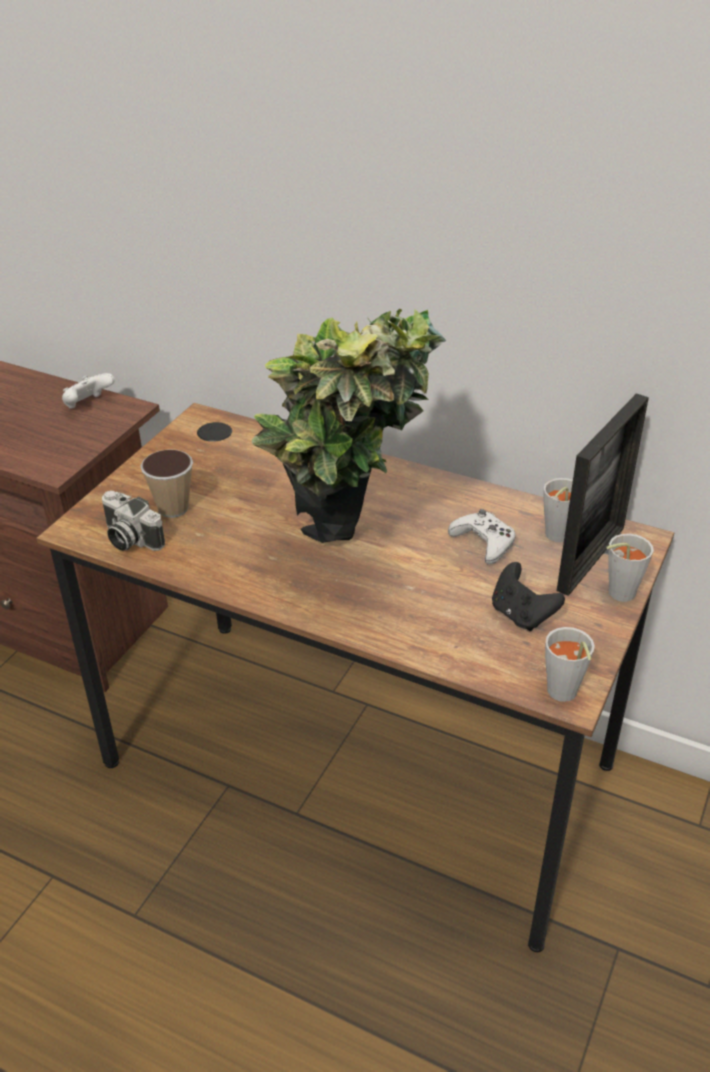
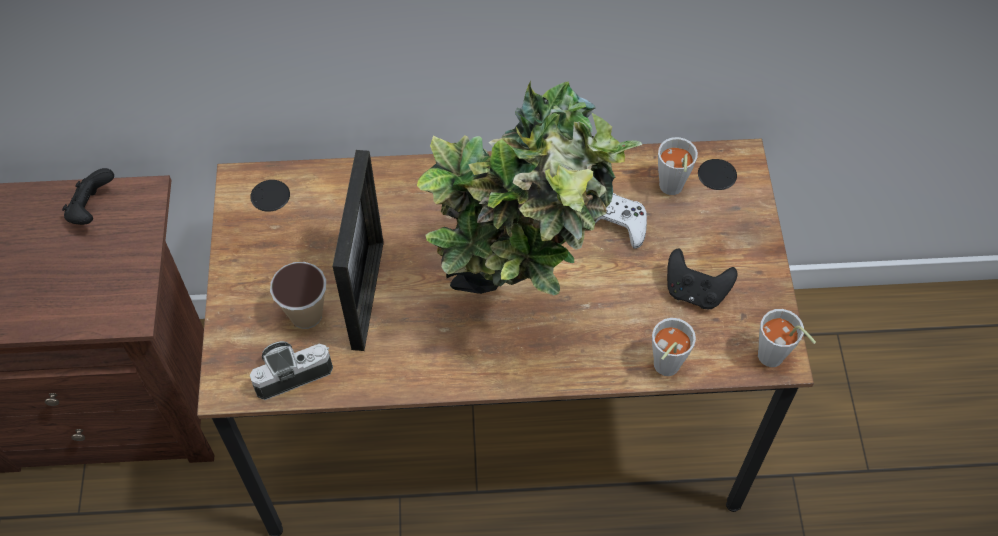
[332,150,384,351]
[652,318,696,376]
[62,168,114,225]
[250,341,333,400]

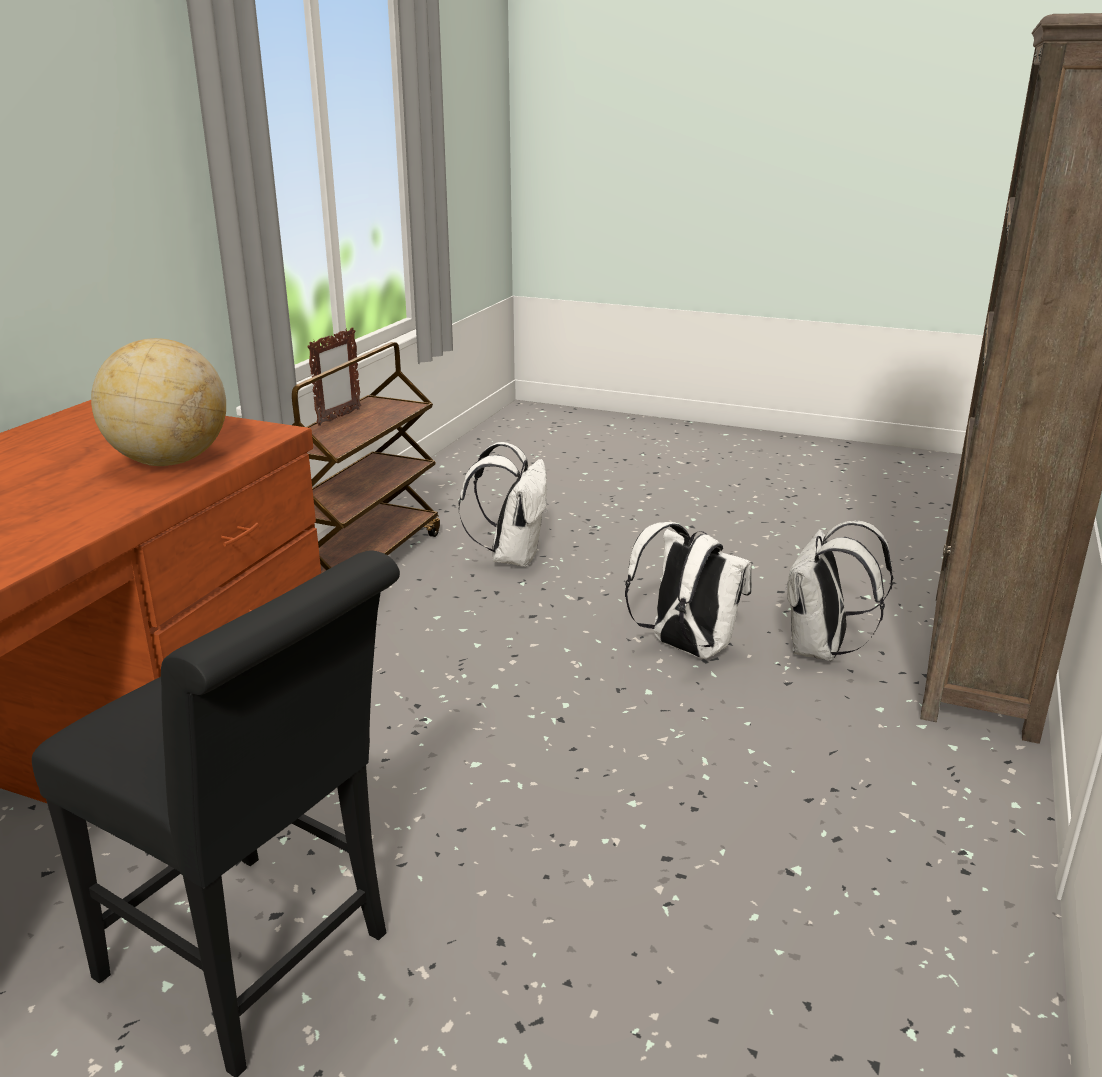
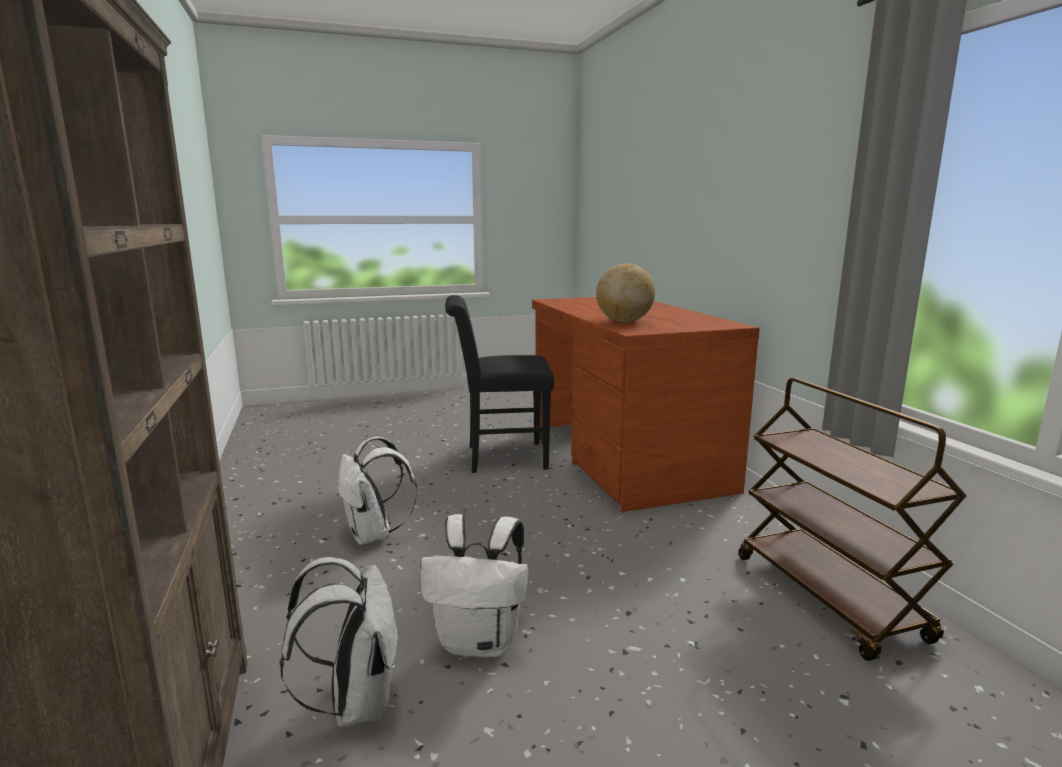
[307,327,361,426] (first image)
[338,437,417,545]

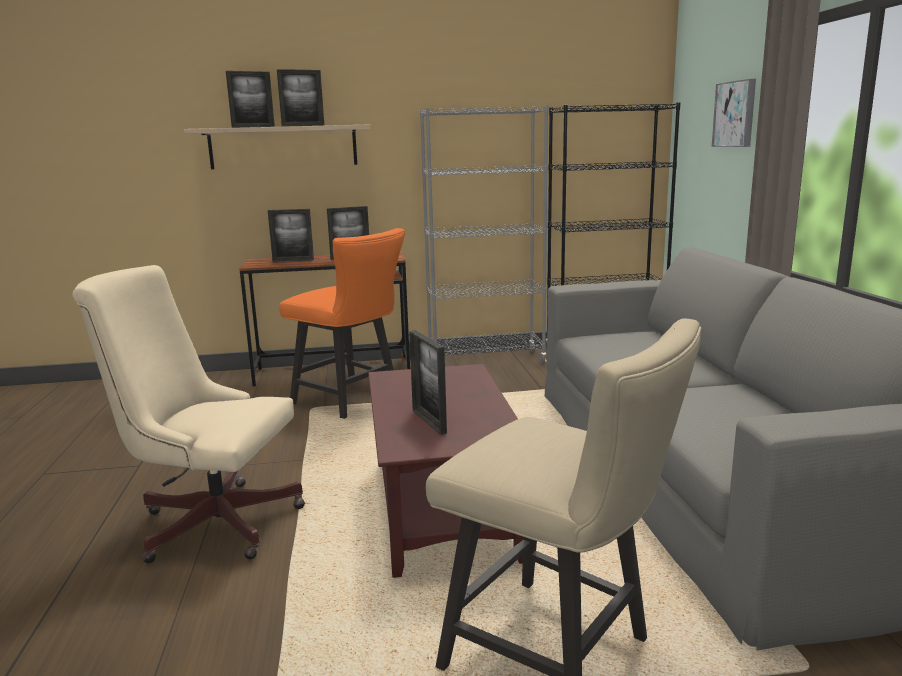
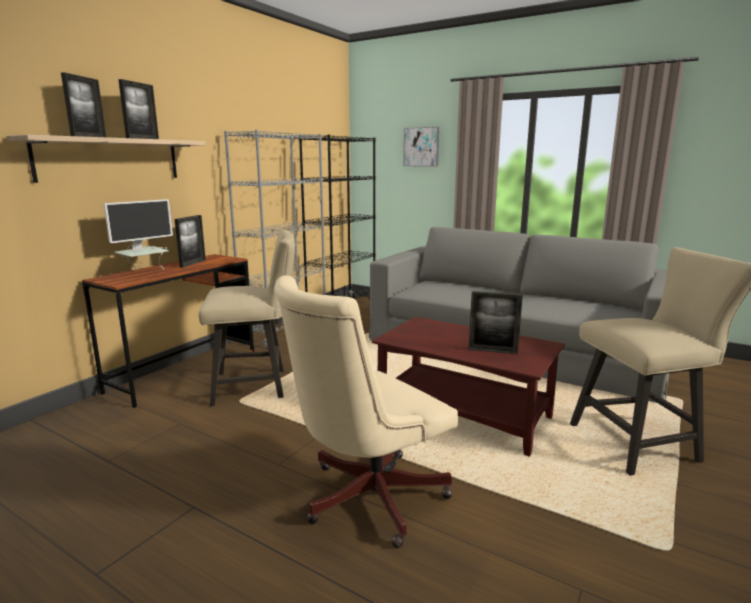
[104,199,173,270]
[199,230,295,406]

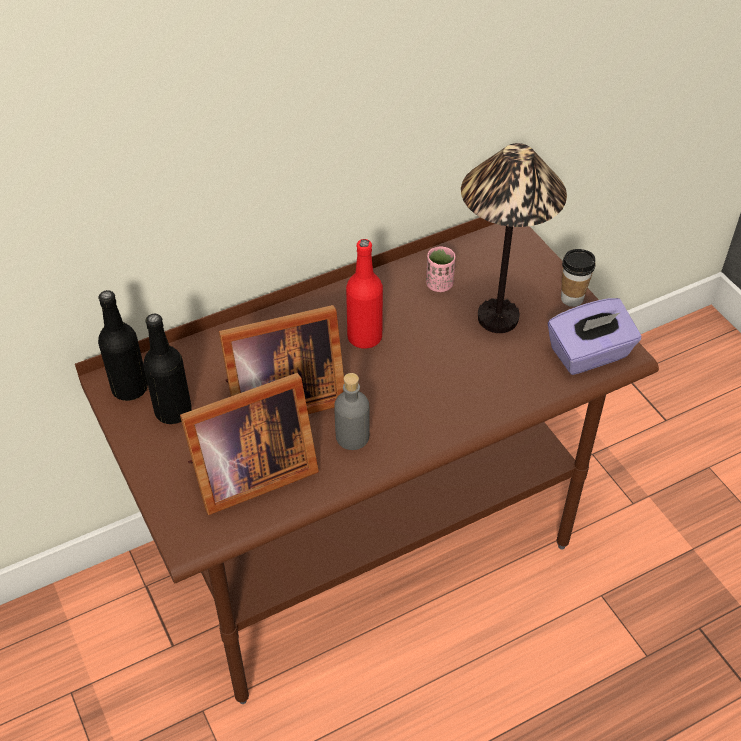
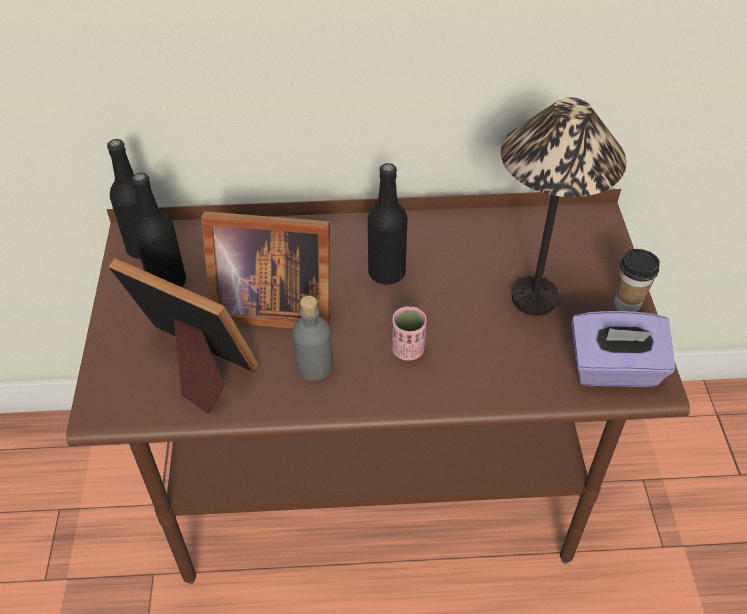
[392,307,427,361]
[368,163,408,285]
[108,258,259,414]

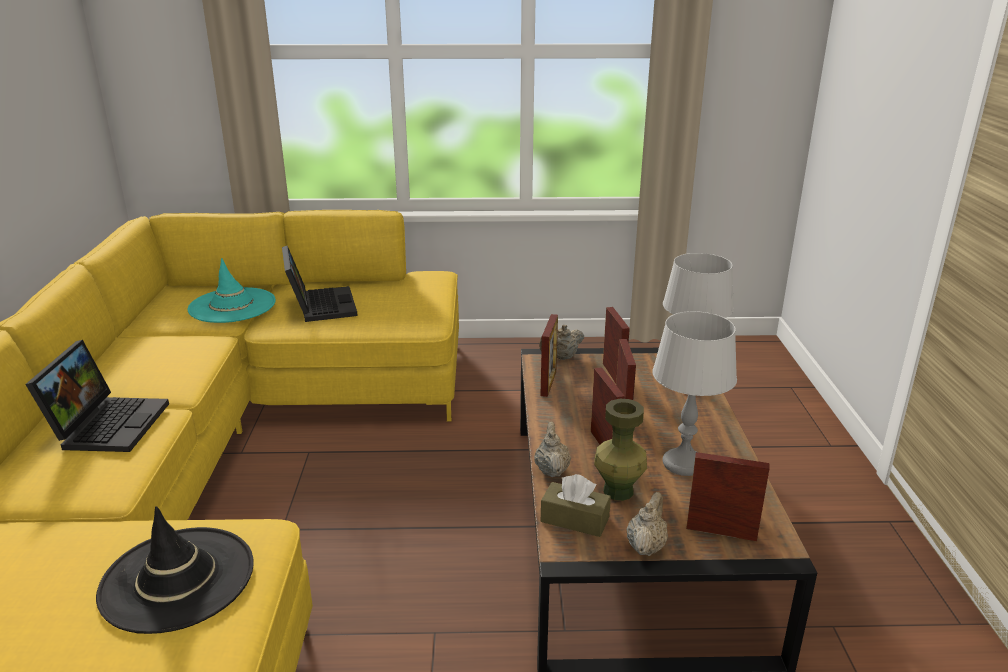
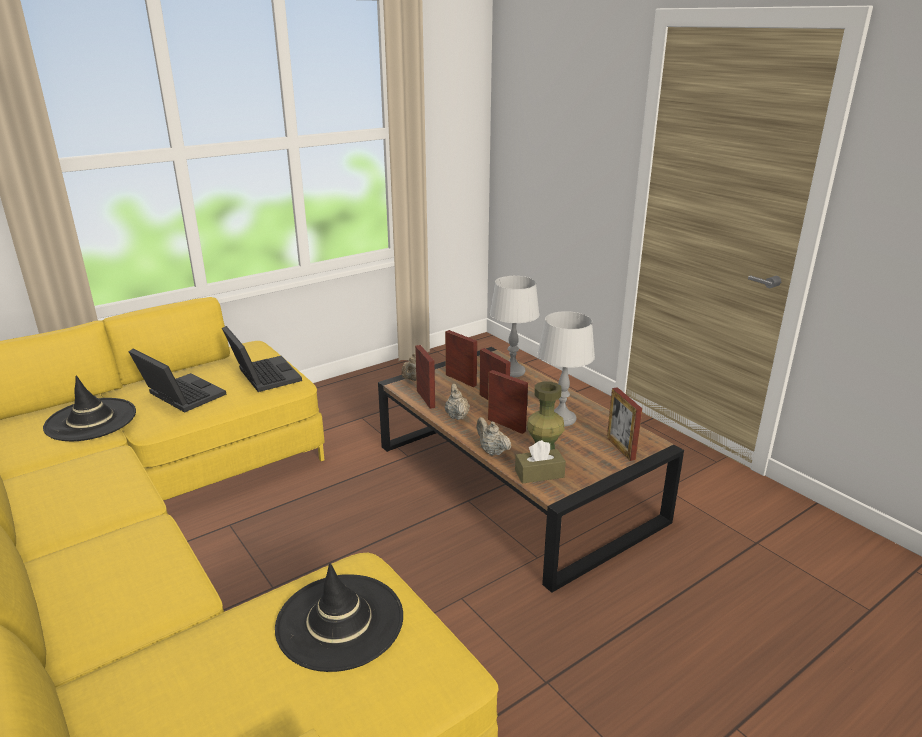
[222,326,302,392]
[445,383,470,420]
[43,375,136,441]
[607,387,642,461]

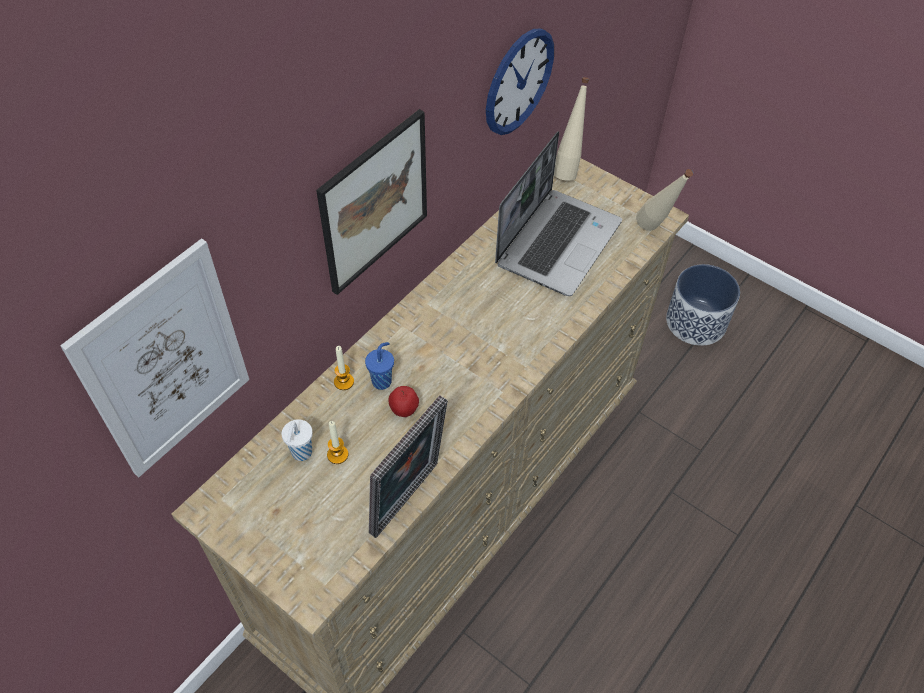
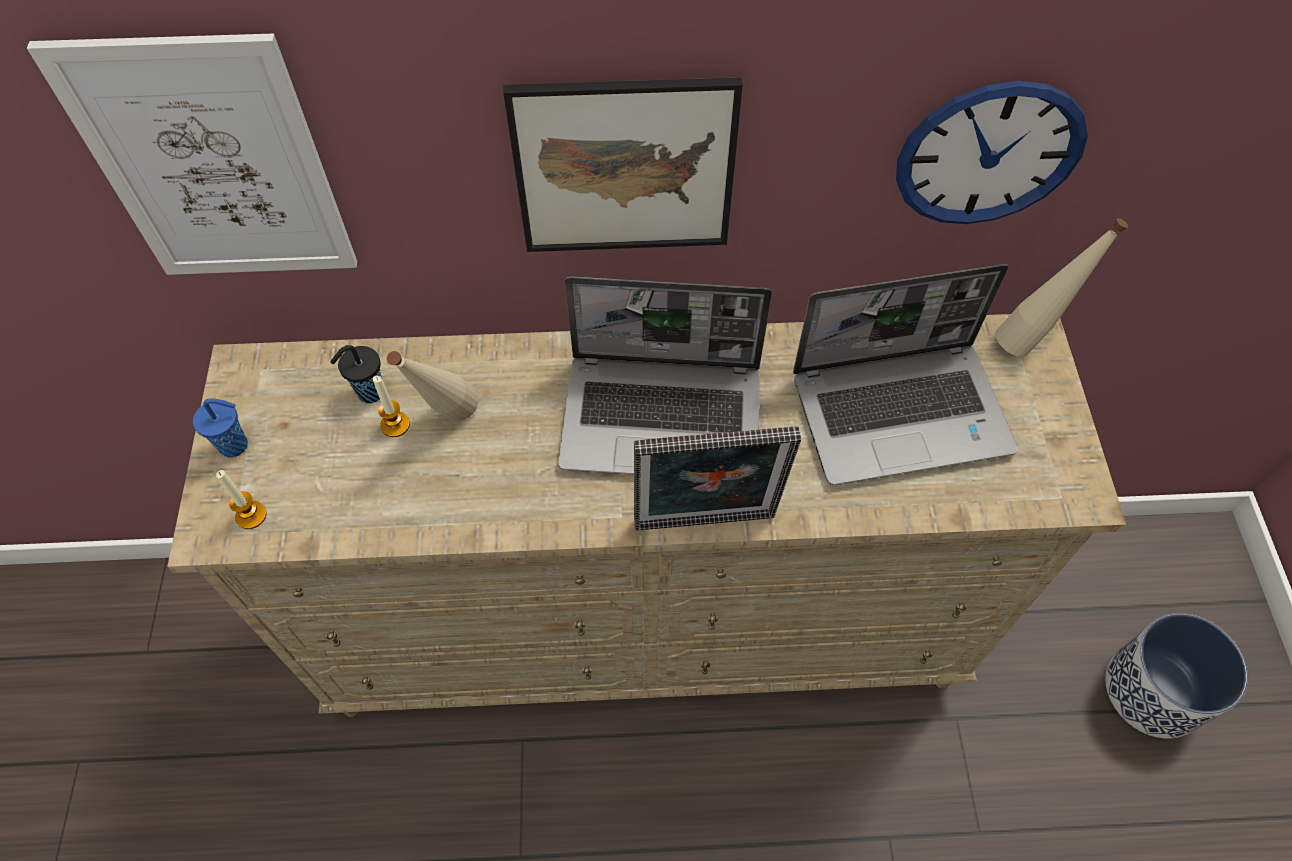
[389,386,419,417] (first image)
[558,277,772,474]
[216,470,267,529]
[193,398,248,458]
[634,427,801,531]
[387,351,478,421]
[330,345,382,403]

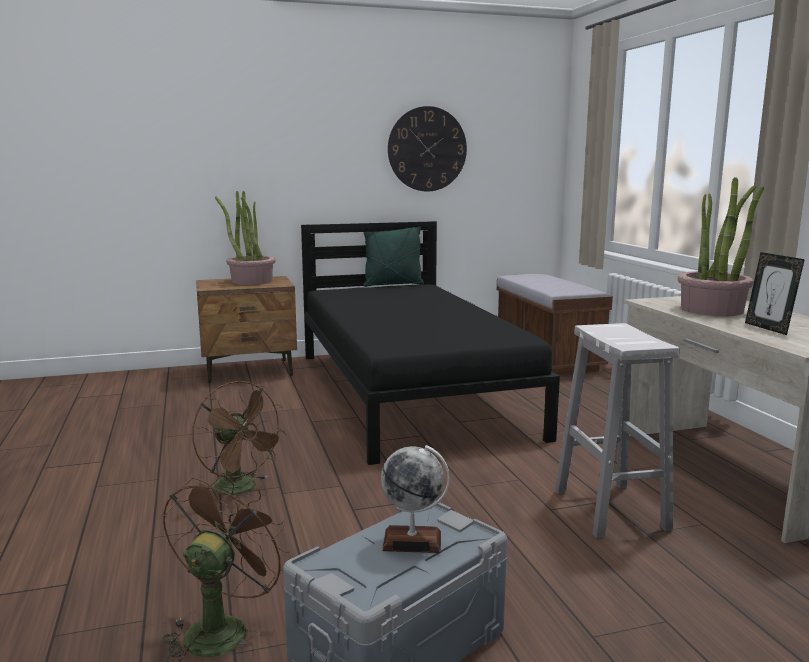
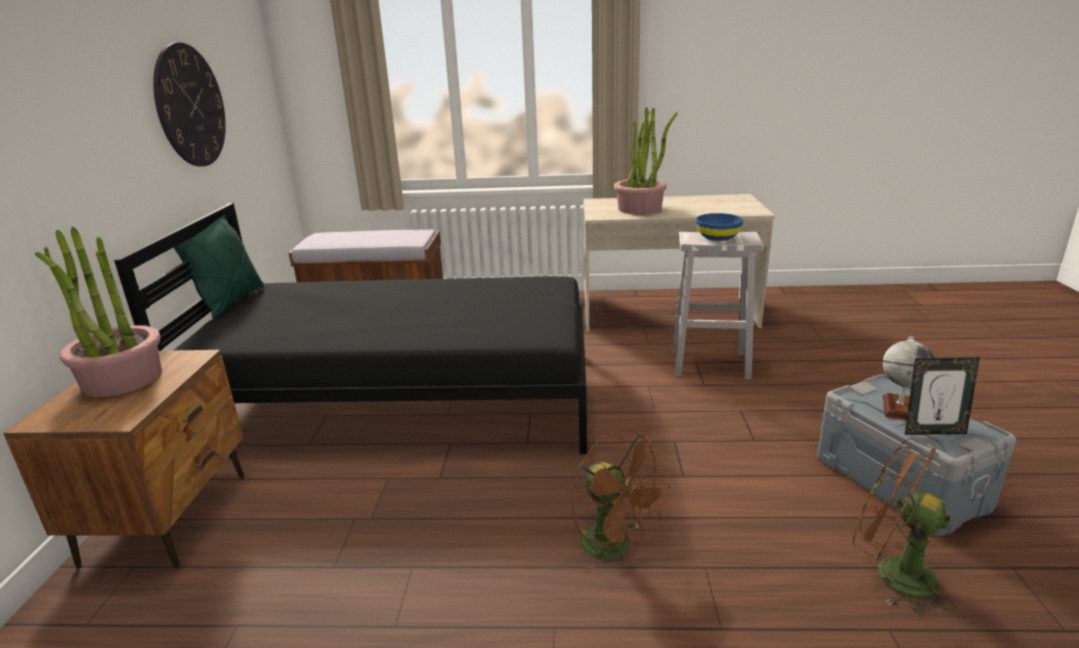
[696,213,743,241]
[905,357,980,435]
[571,429,671,575]

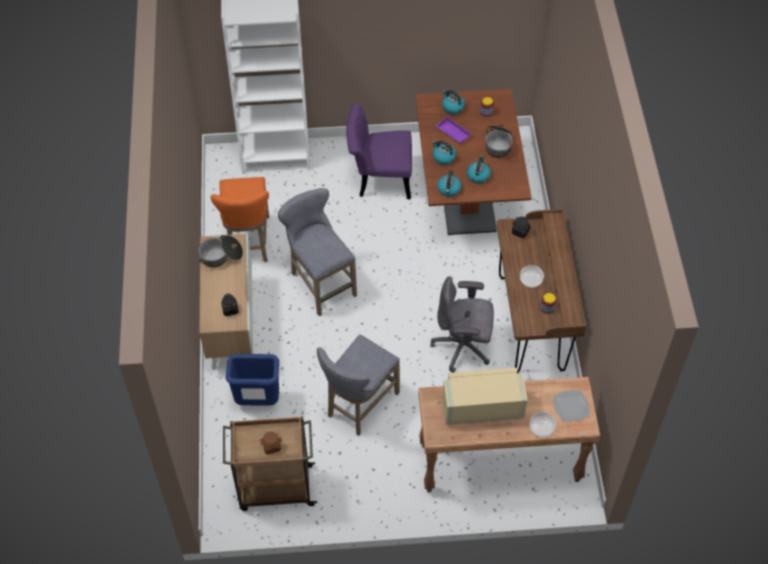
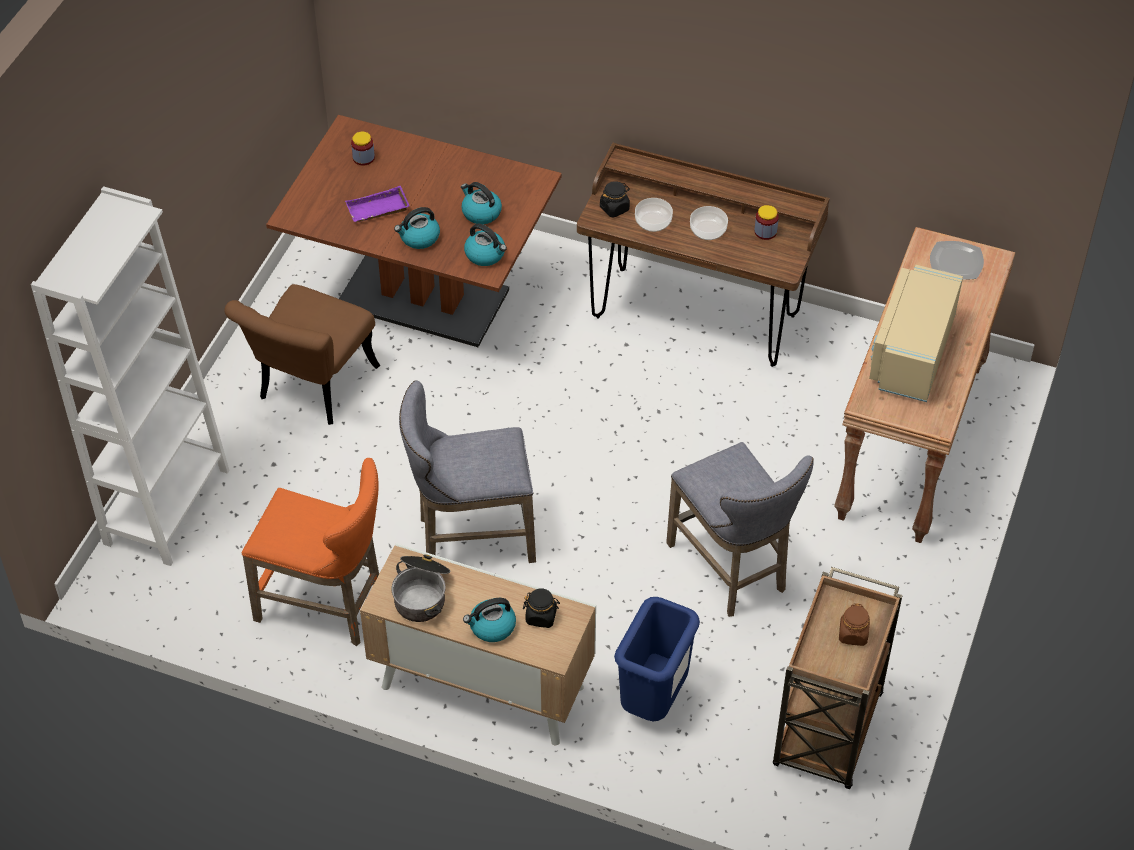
[430,276,494,373] (first image)
[485,125,513,158] (first image)
[463,598,516,642]
[635,198,673,232]
[224,284,380,425]

